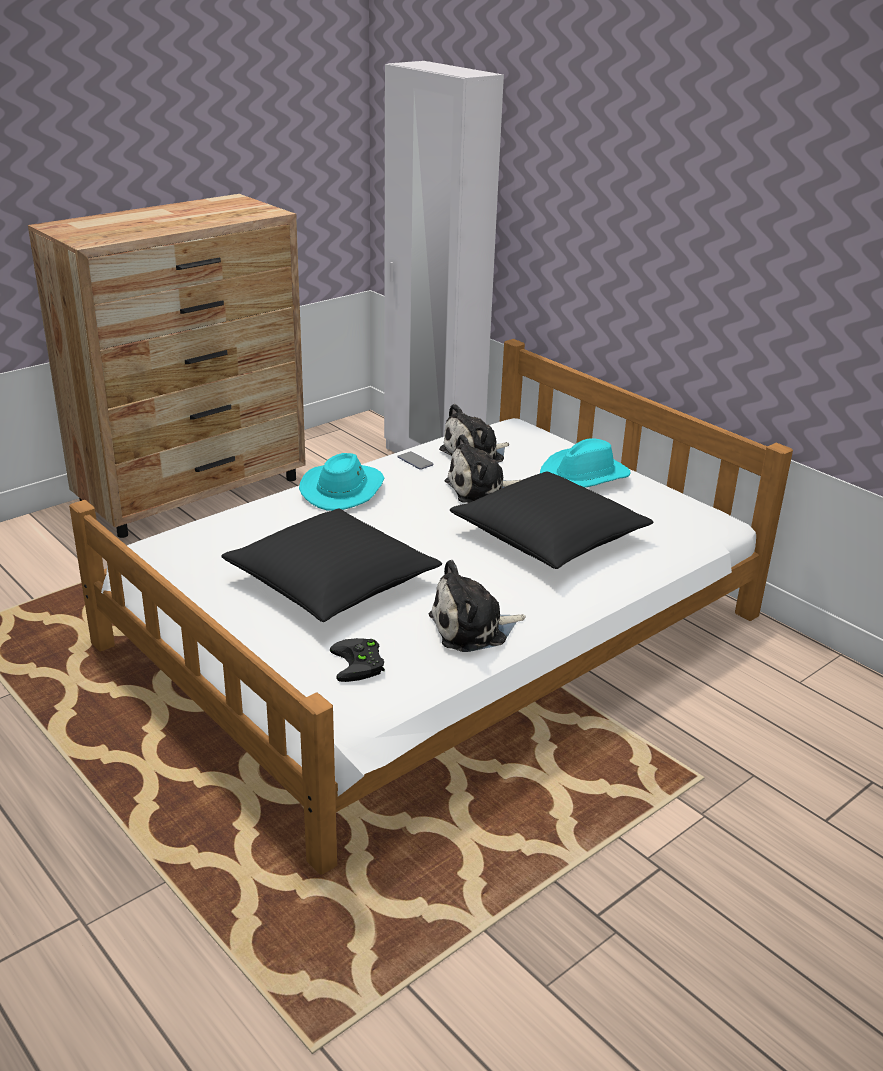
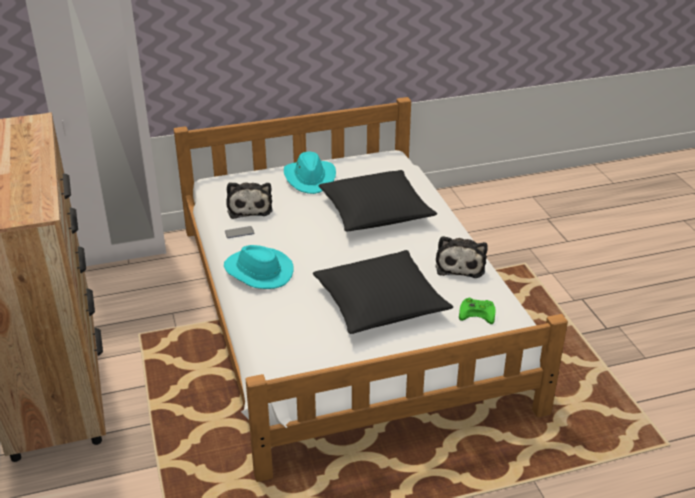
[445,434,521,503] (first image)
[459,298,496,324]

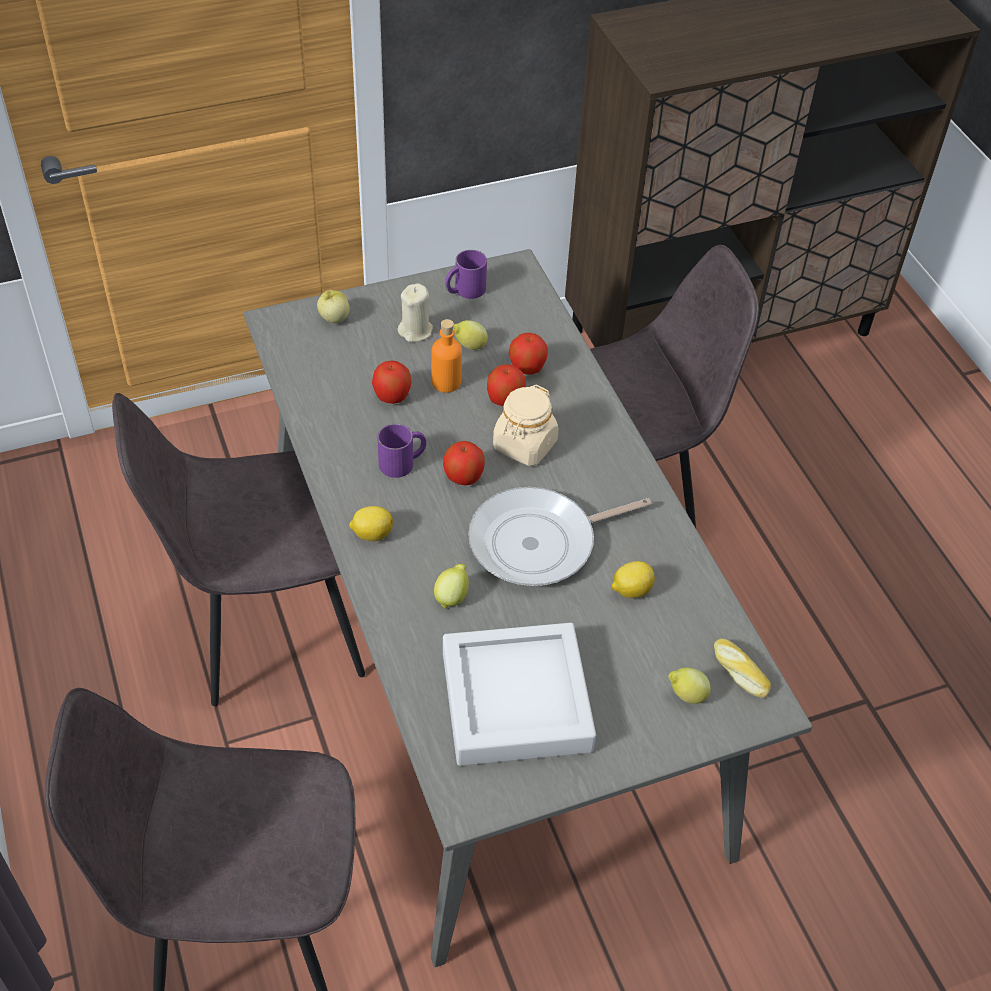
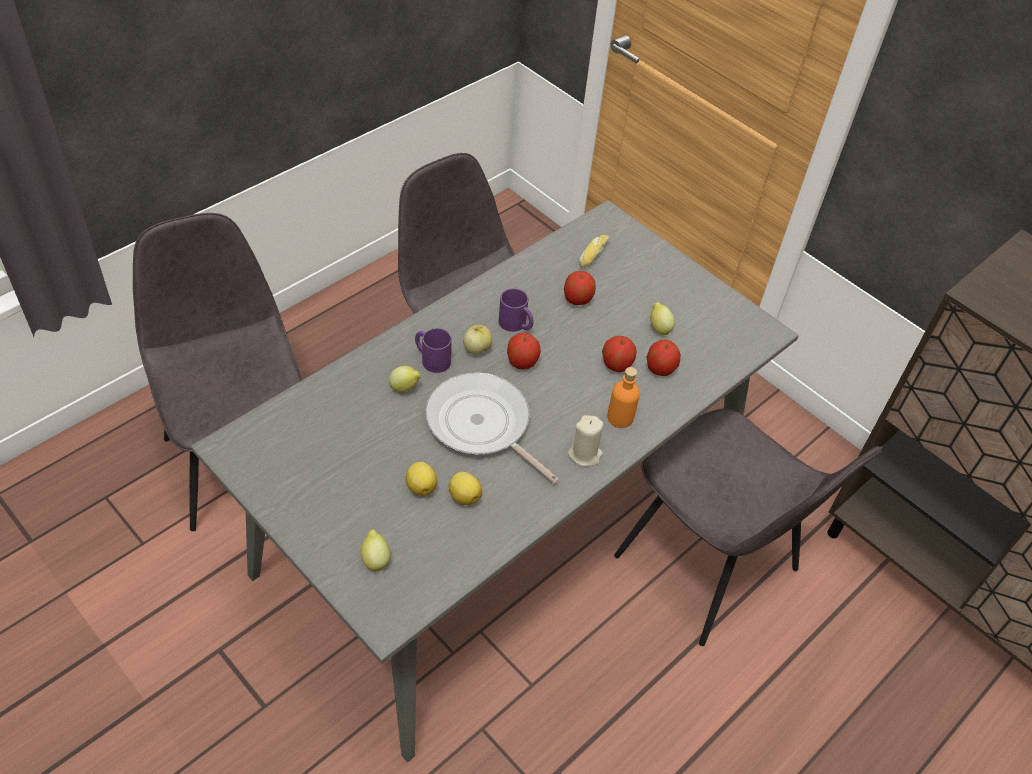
[443,623,596,766] (first image)
[493,385,559,466] (first image)
[463,325,492,354]
[406,462,437,496]
[568,415,604,467]
[607,367,640,428]
[415,328,452,373]
[579,235,609,268]

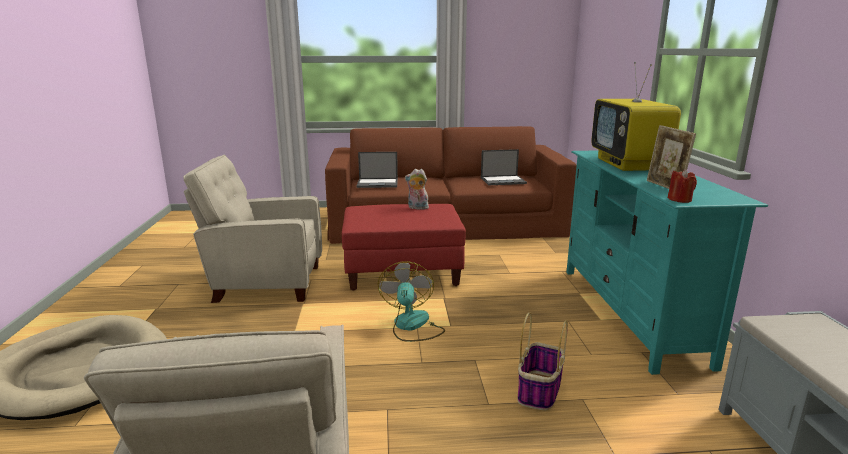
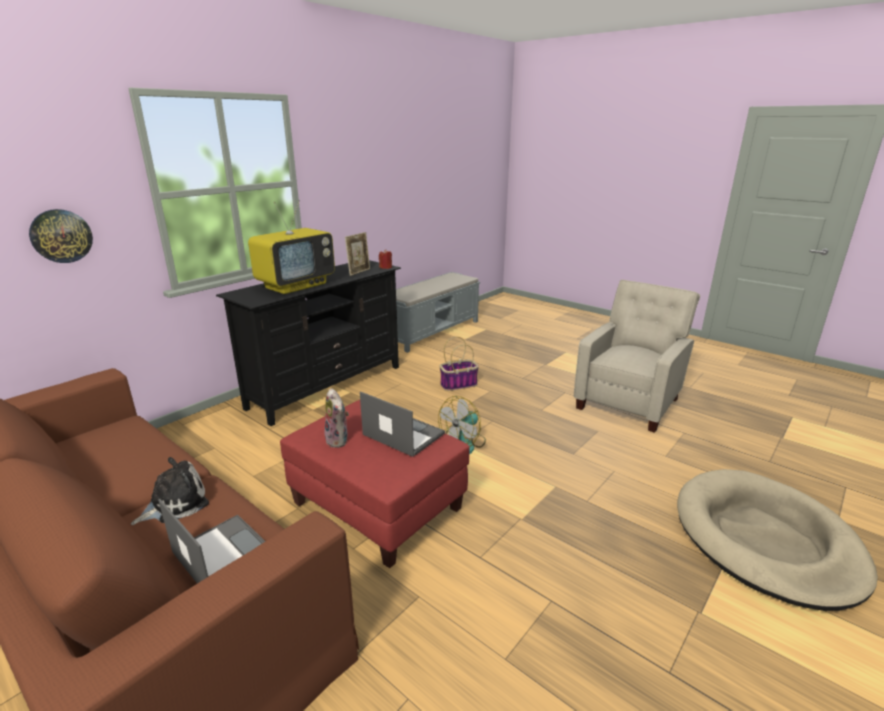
[183,155,322,303] (first image)
[29,209,93,263]
[131,457,209,525]
[360,391,445,457]
[216,260,401,426]

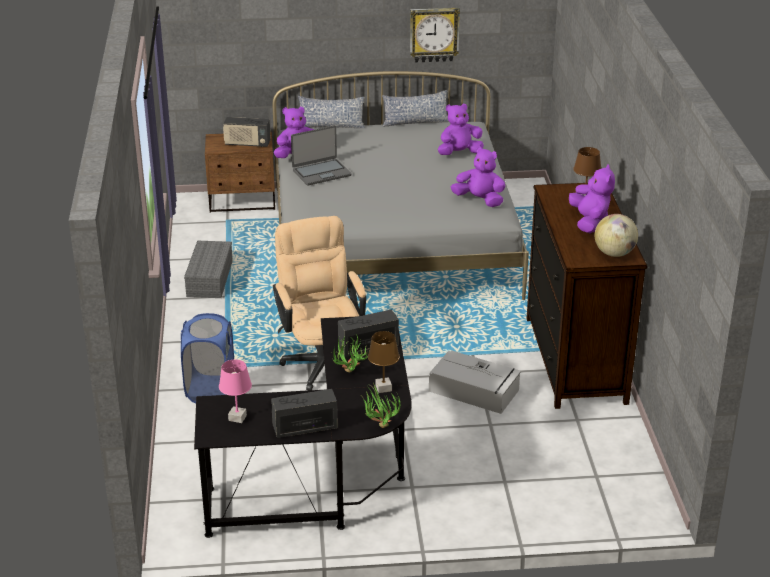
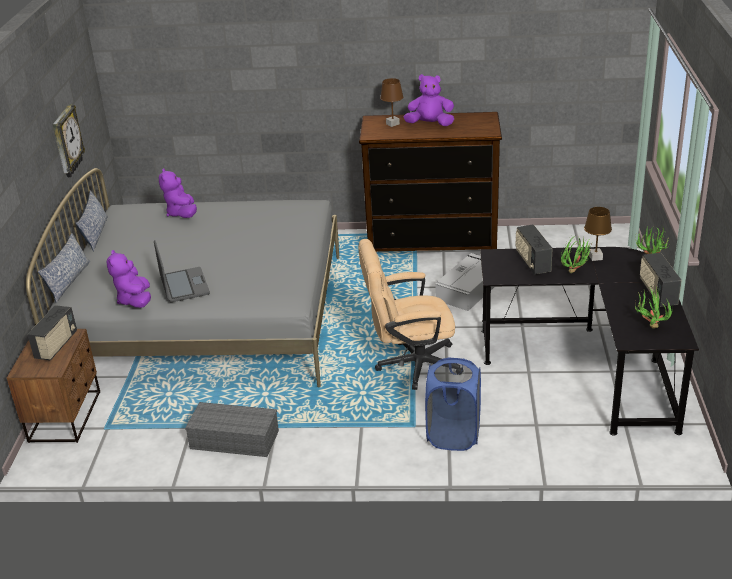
[451,146,506,207] (first image)
[595,214,638,257] (first image)
[635,286,673,328]

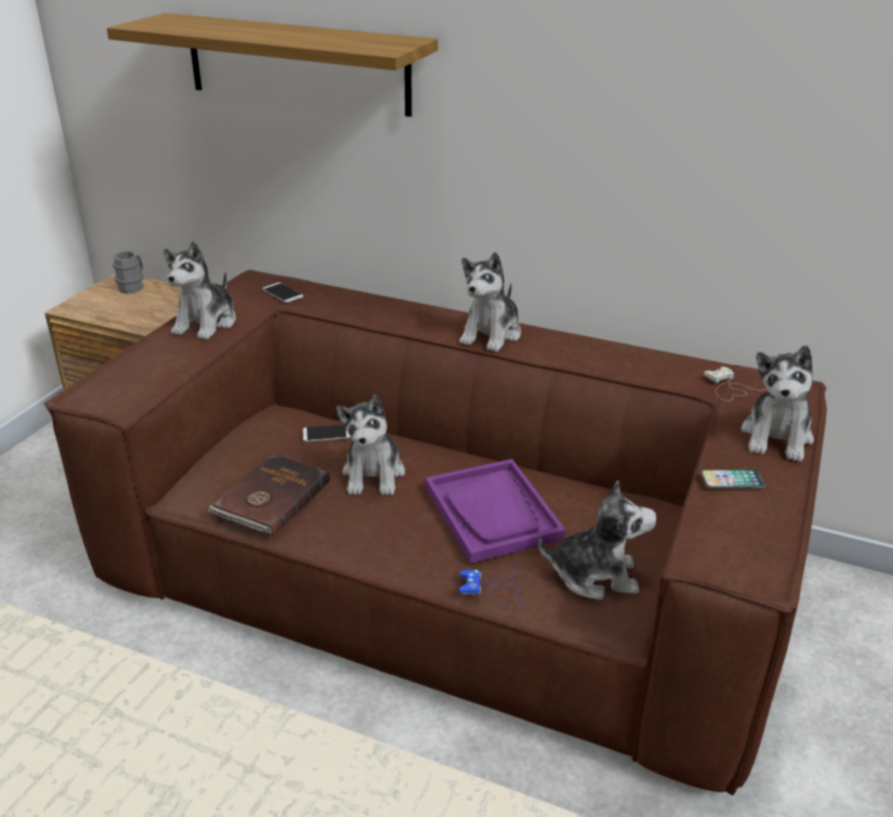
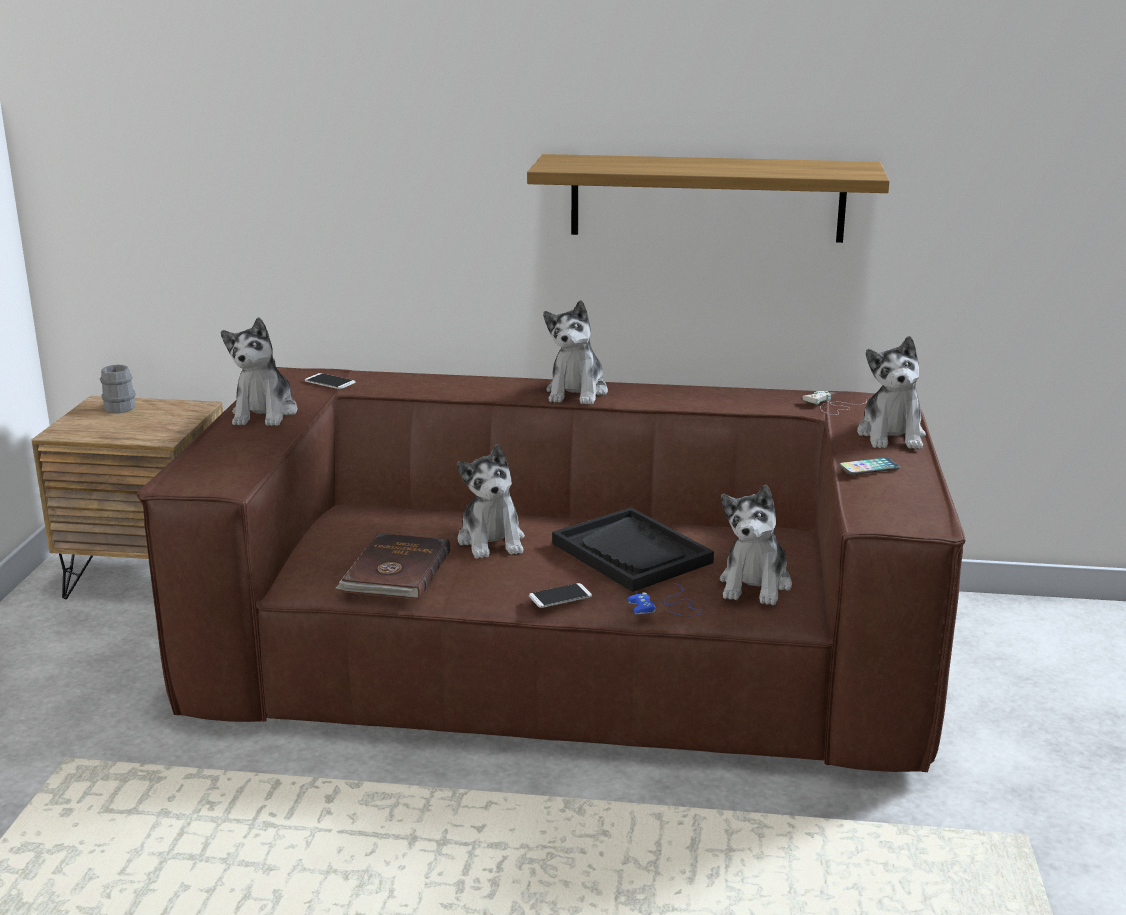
[527,154,890,243]
[529,583,592,608]
[552,507,714,592]
[720,485,792,605]

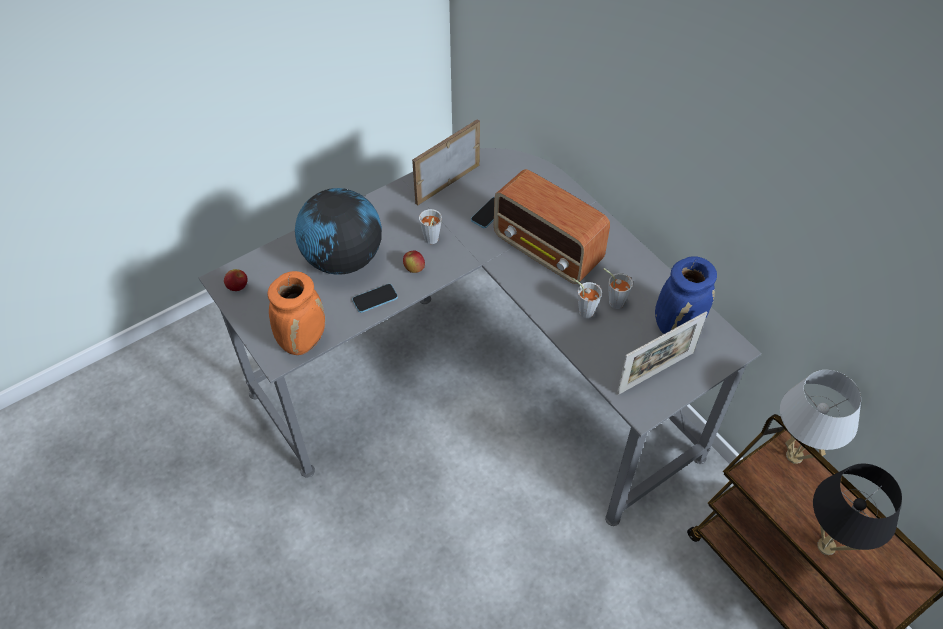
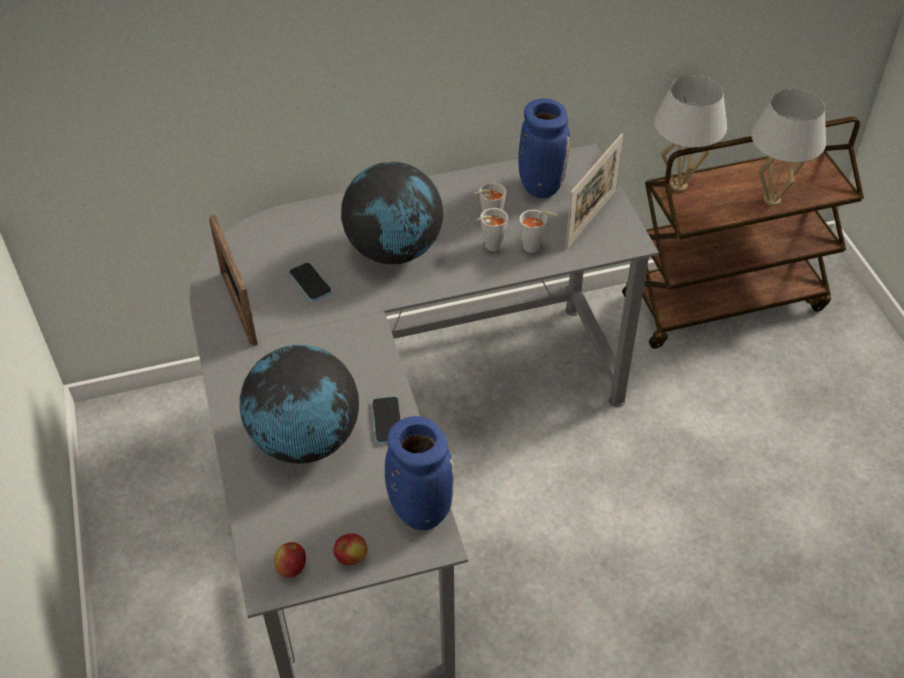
[333,533,368,566]
[520,209,557,253]
[341,162,443,264]
[385,416,454,530]
[751,89,826,206]
[565,134,623,249]

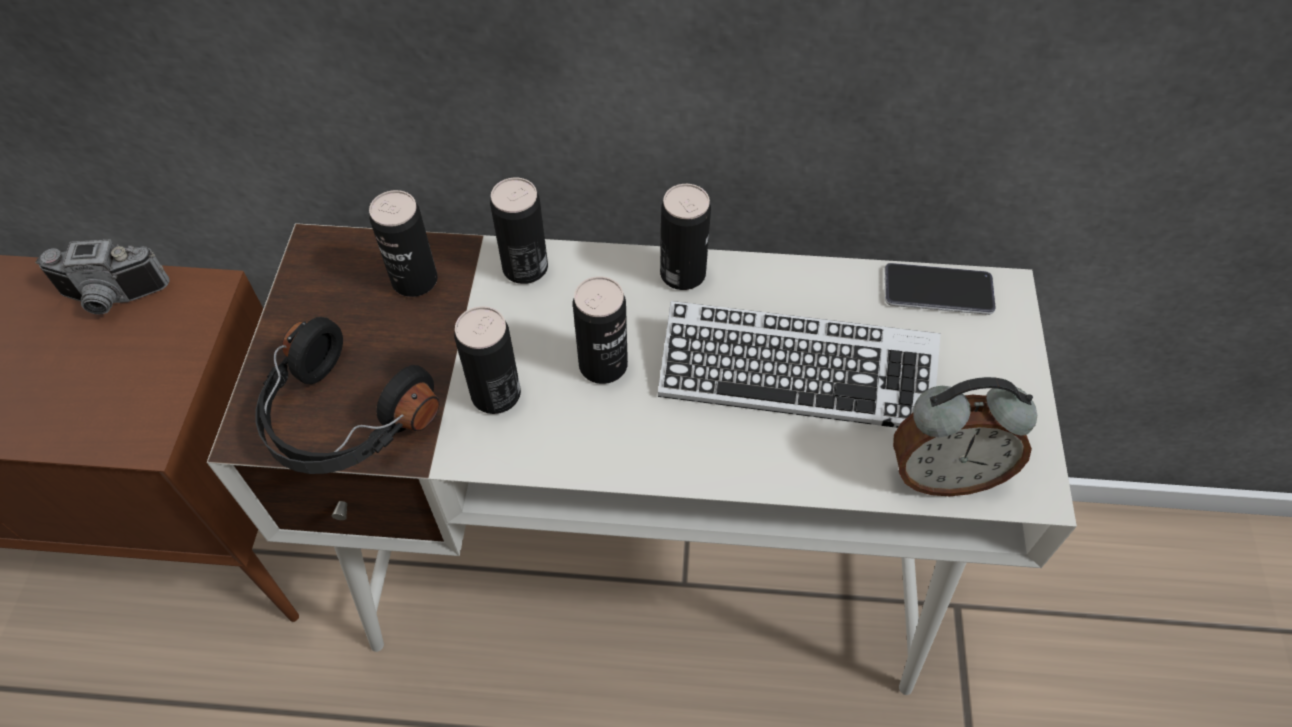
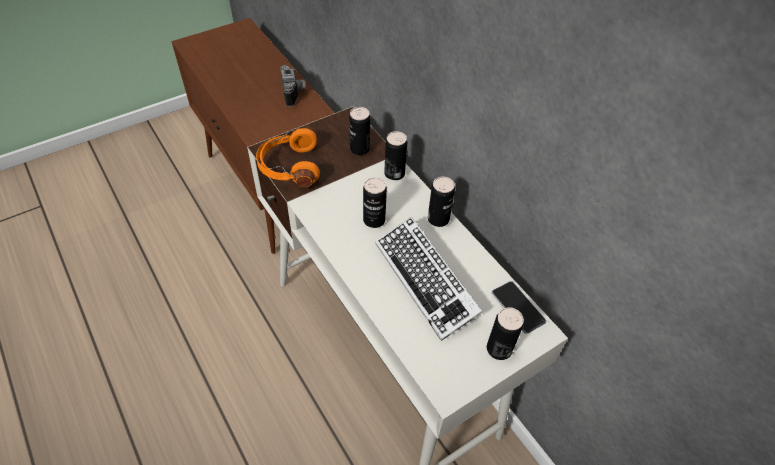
[893,377,1037,496] (first image)
[487,307,524,360]
[256,127,320,187]
[280,65,306,107]

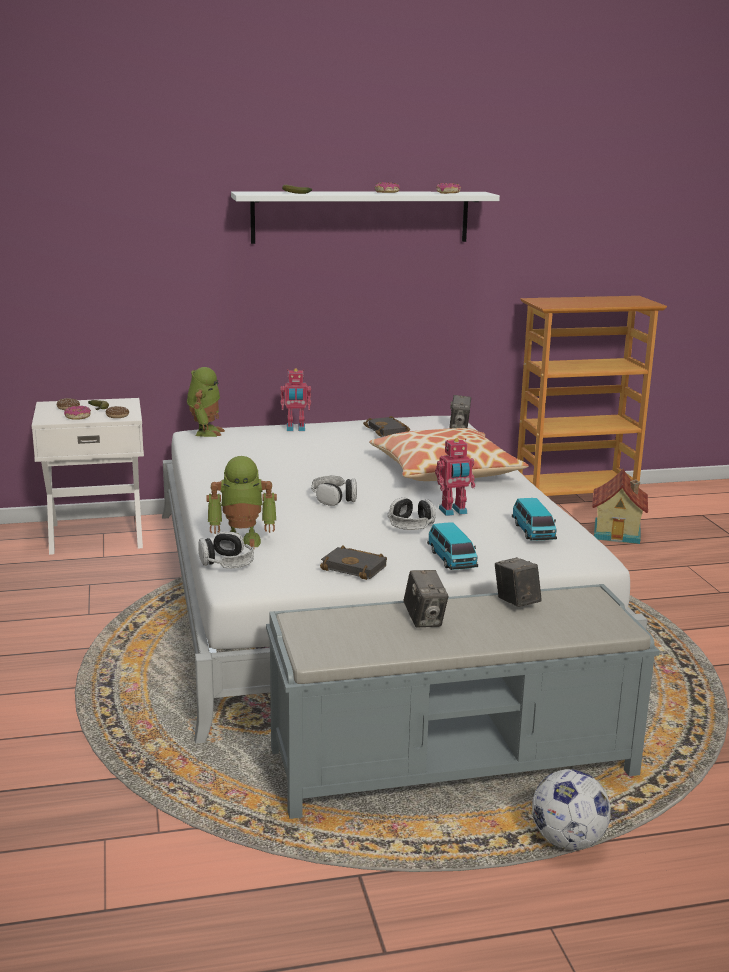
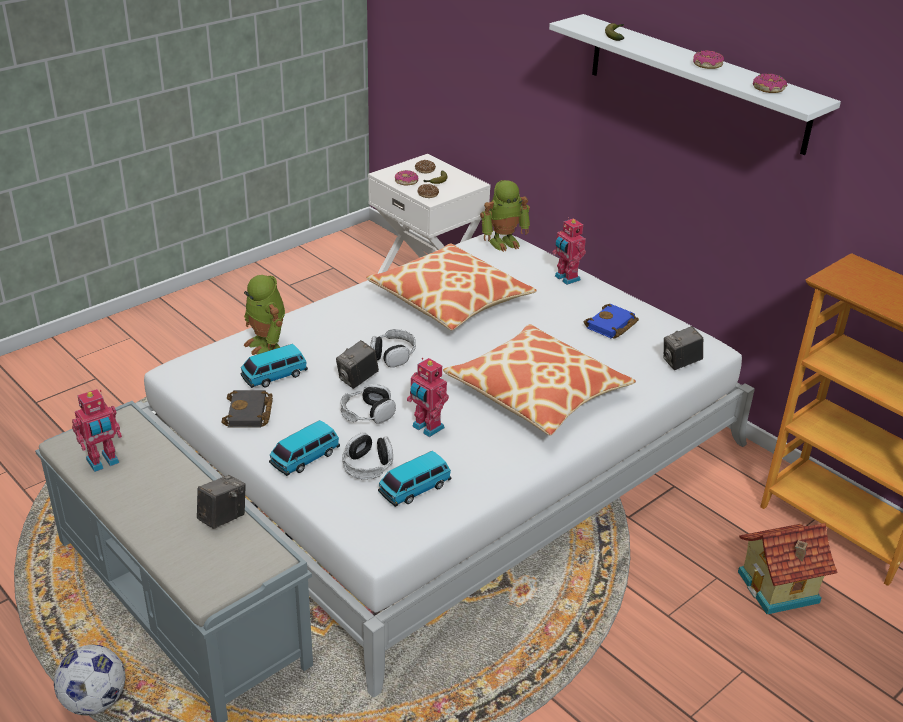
[72,389,122,472]
[240,344,308,388]
[366,244,537,330]
[342,432,393,479]
[336,340,379,389]
[584,304,639,339]

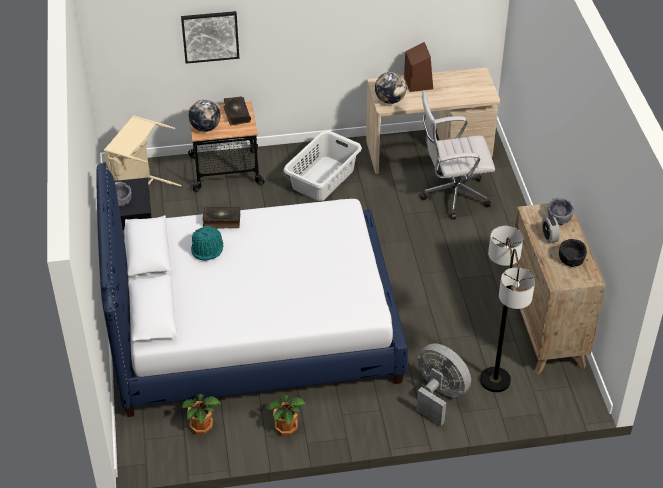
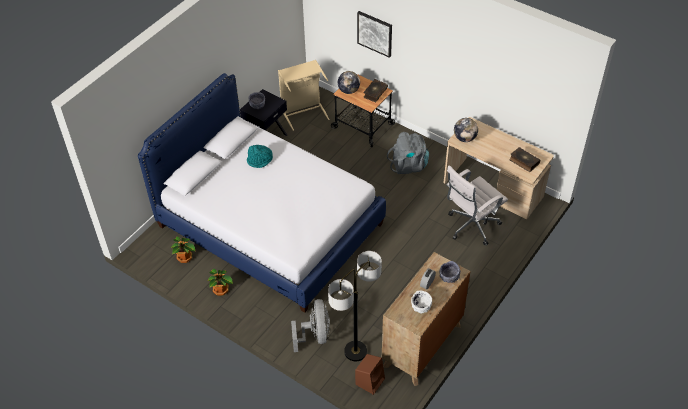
[509,147,540,172]
[355,354,385,395]
[387,132,429,174]
[411,290,432,314]
[446,165,508,246]

